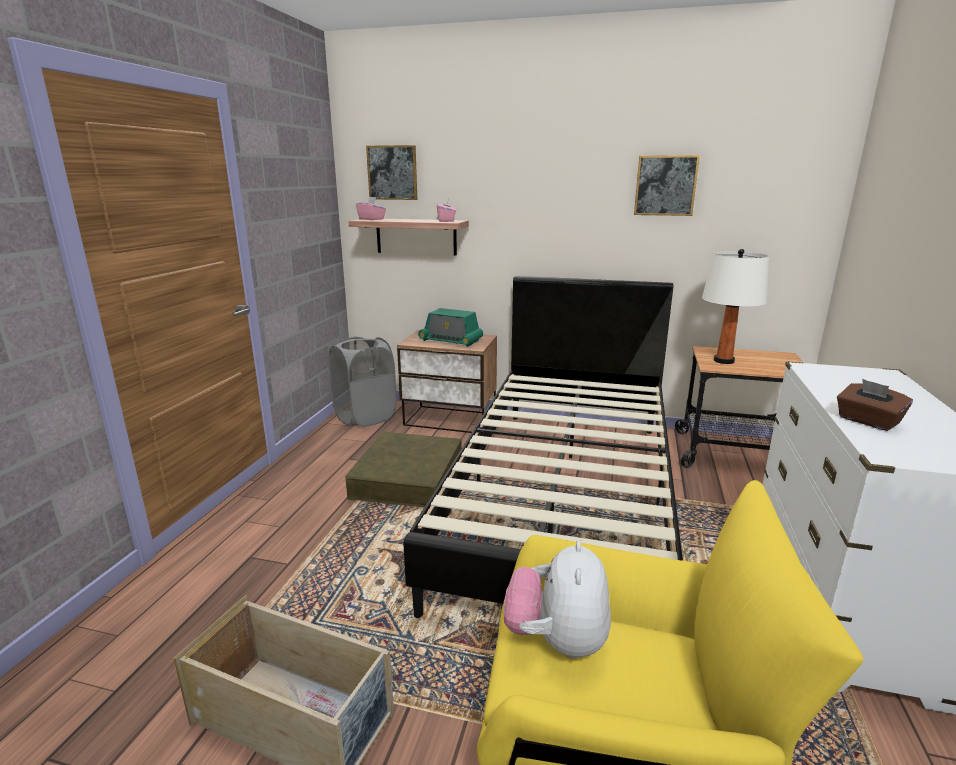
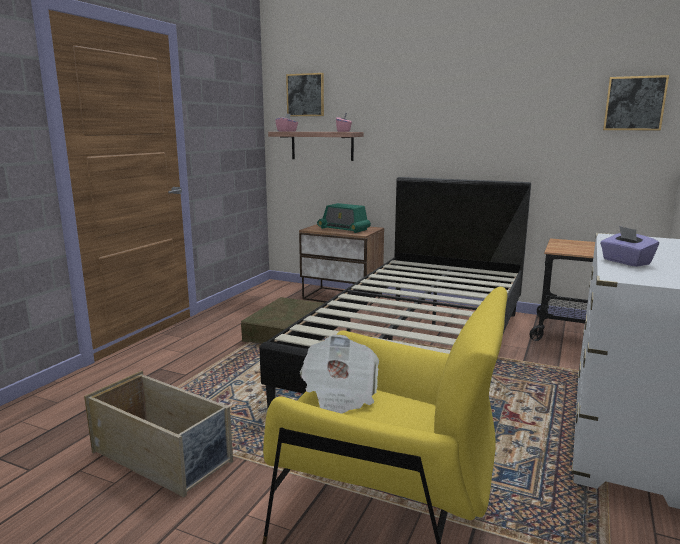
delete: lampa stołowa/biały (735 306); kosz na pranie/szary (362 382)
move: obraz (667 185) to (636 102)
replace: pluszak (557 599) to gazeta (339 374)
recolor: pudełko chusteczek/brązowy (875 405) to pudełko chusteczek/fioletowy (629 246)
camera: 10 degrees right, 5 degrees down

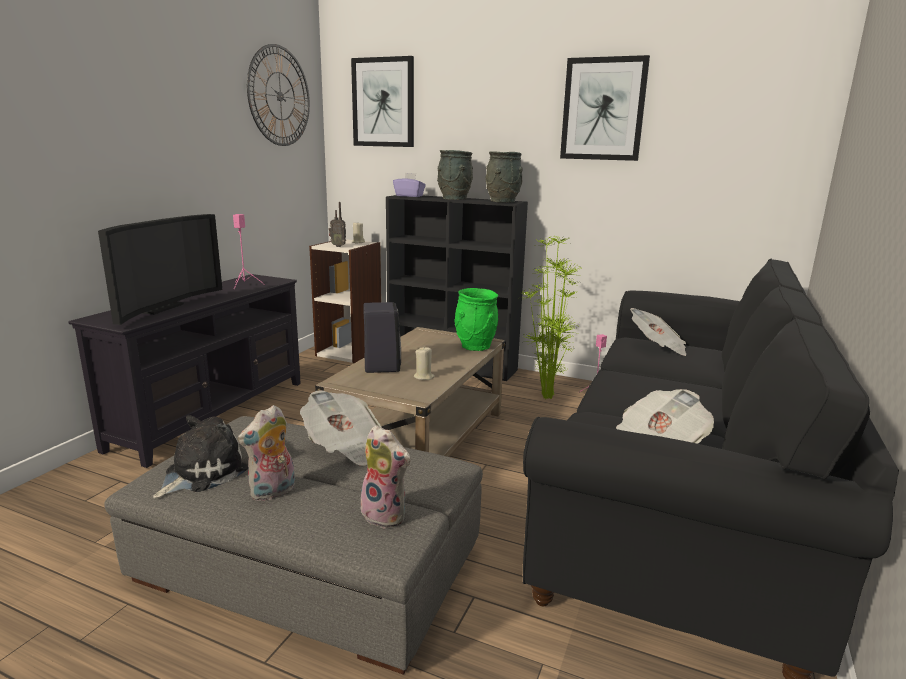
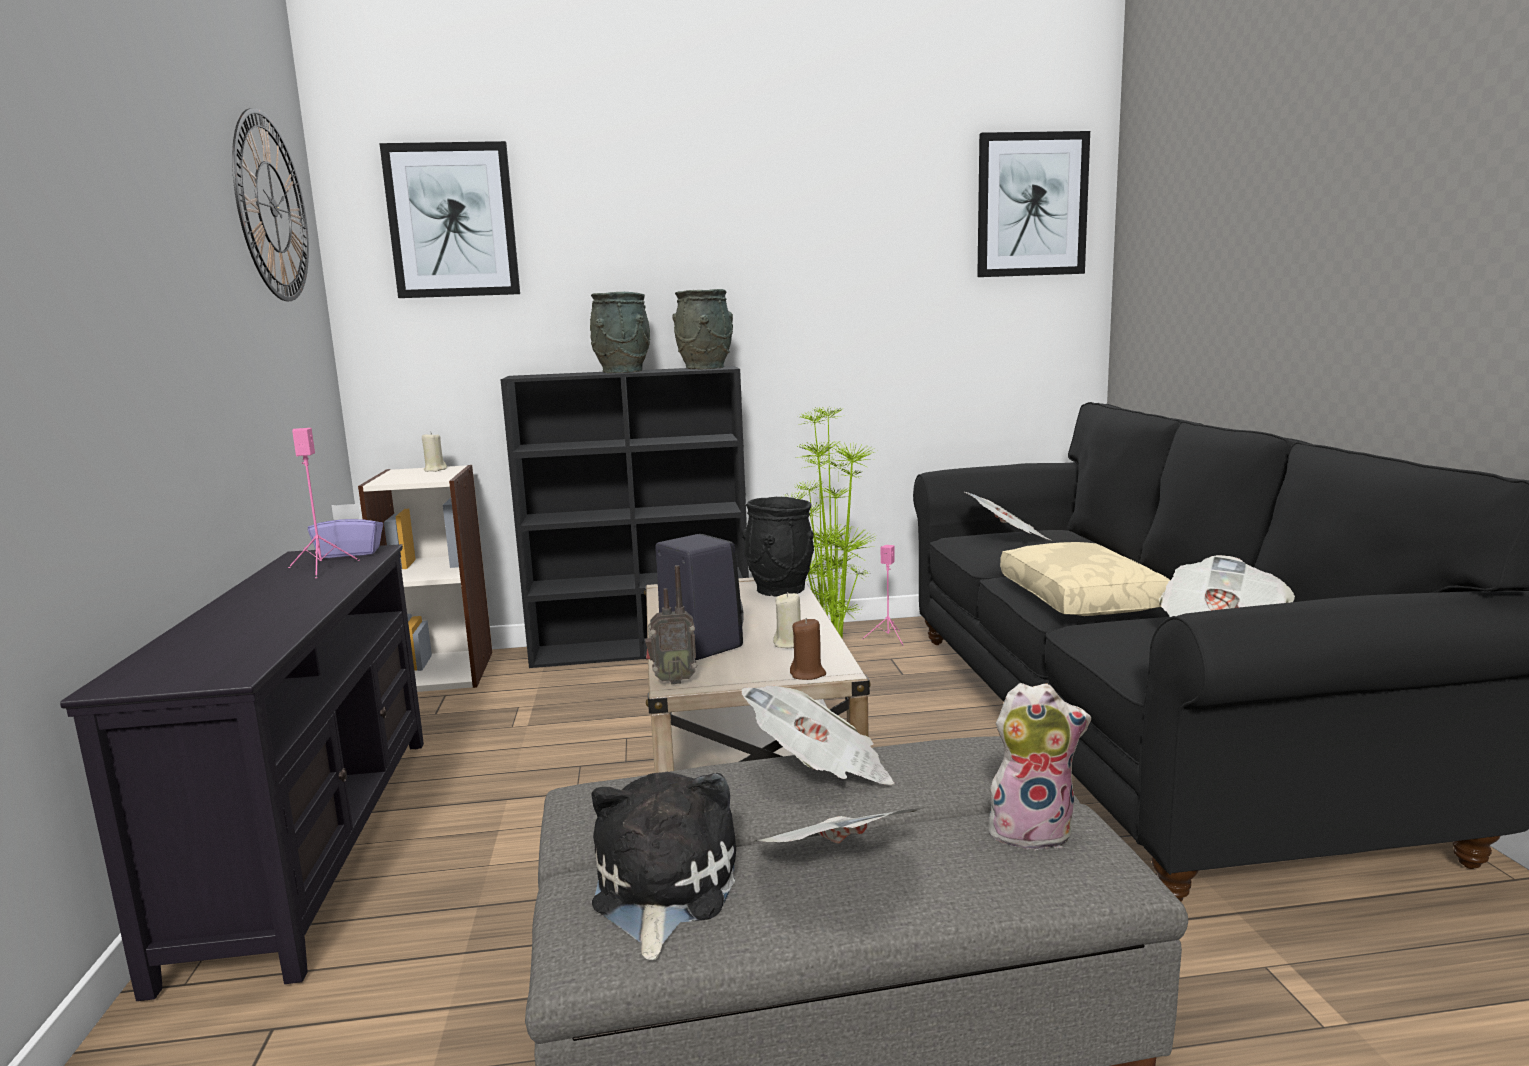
delete: telewizor (160 269)
insert: poduszka/beżowy (1085 579); świeca/brązowy (808 649)
move: obraz (605 108) to (1033 204); pudełko chusteczek/fioletowy (409 185) to (345 530); radio (337 224) to (671 624)
replace: pluszak (266 453) to gazeta (836 825)
recolor: wazon/zielony (476 319) to wazon/czarny (778 547)
camera: 30 degrees left, 5 degrees down

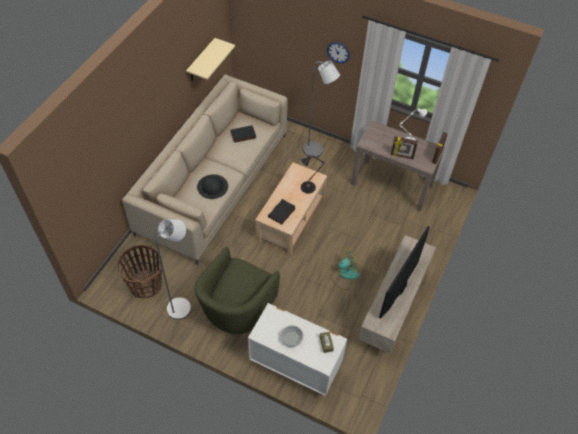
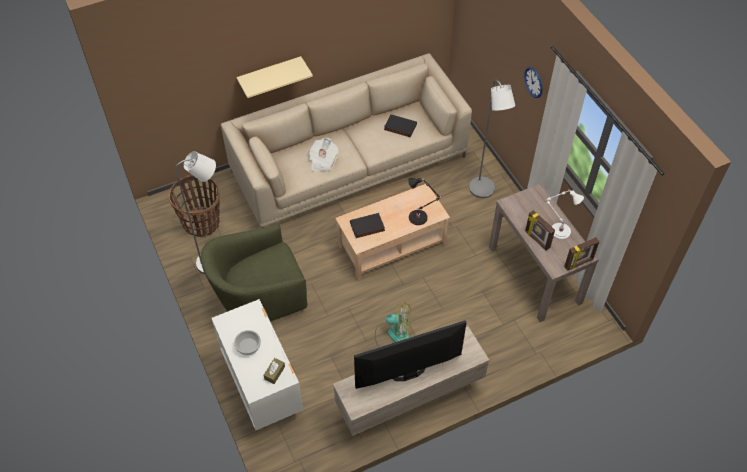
move: półka/beżowy (210 59) to (275 77)
replace: kapelusz/czarny (212 186) to gazeta (324 154)
camera: 40 degrees right, 0 degrees up

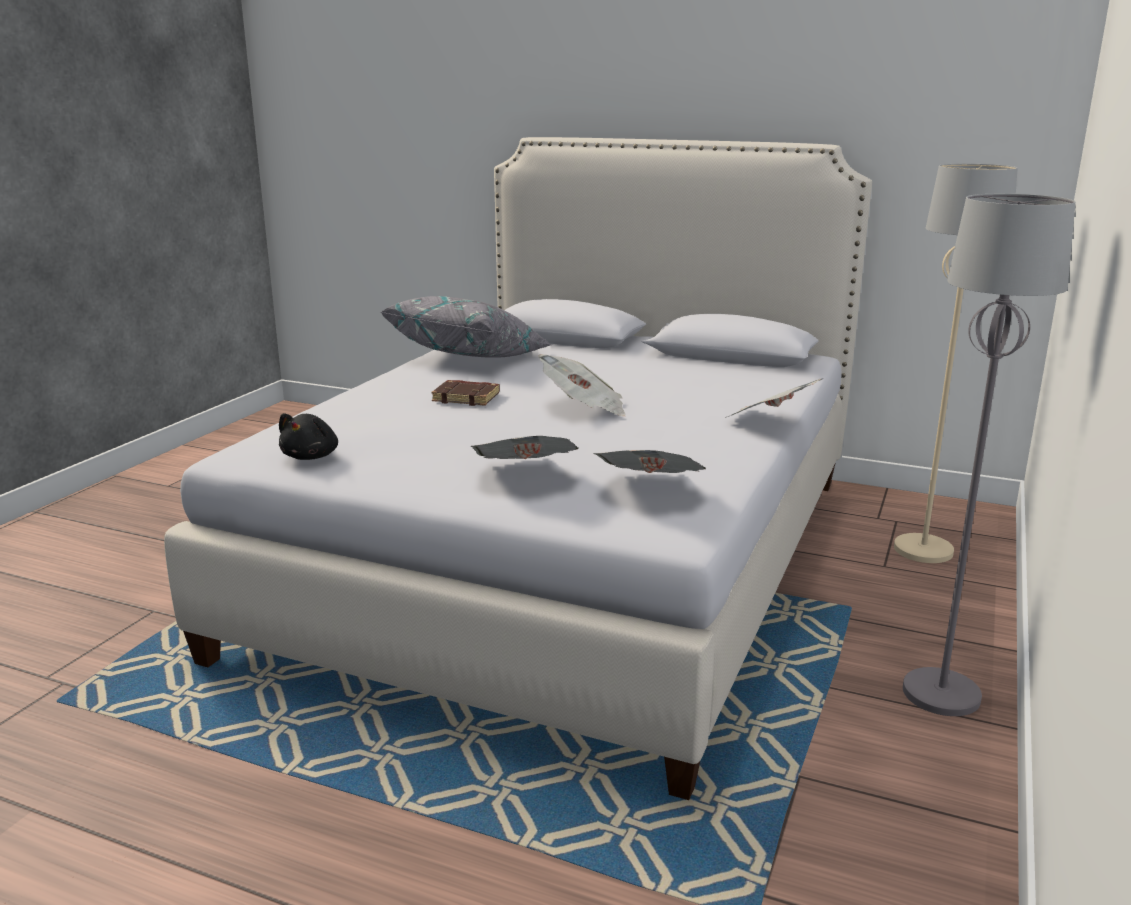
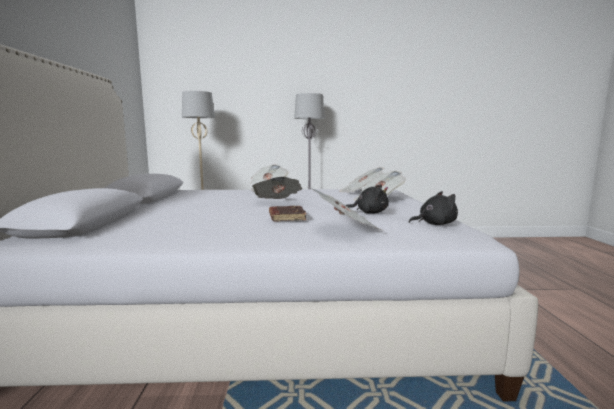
delete: poduszka/szary (466 327)
insert: pluszak/czarny (367 199); gazeta (344 208)
camera: 115 degrees left, 10 degrees down

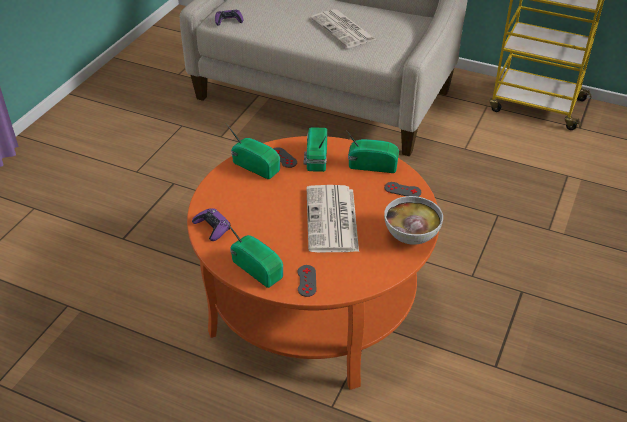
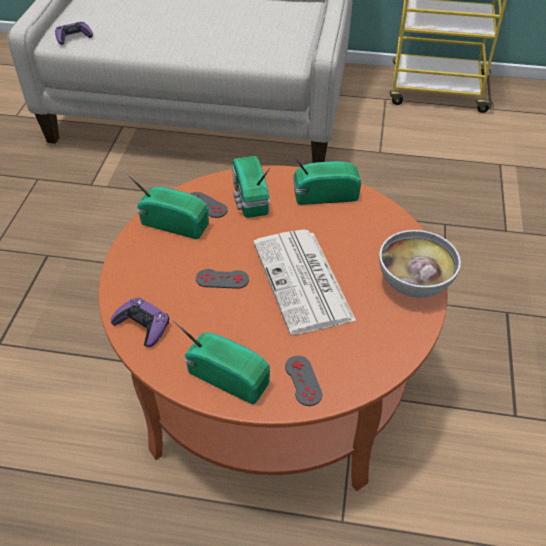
delete: gazeta (343 28)
move: pad do gier/szary (402 189) to (222 279)
camera: 15 degrees left, 5 degrees up

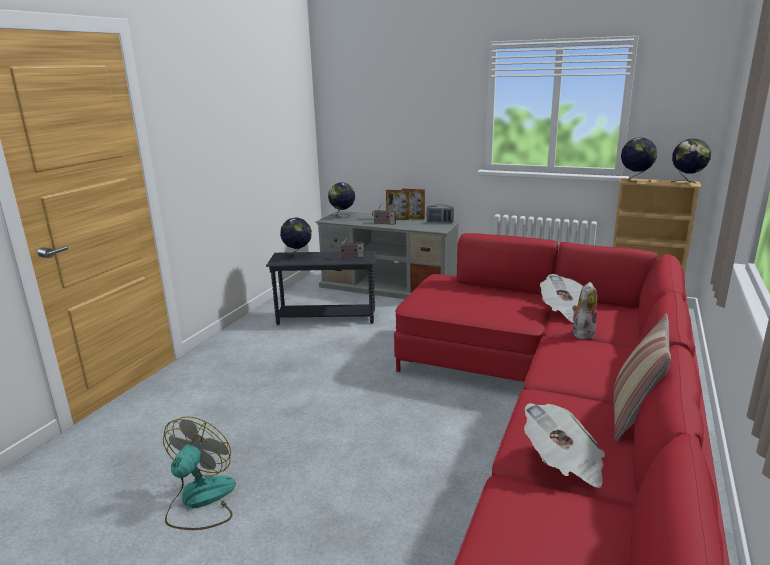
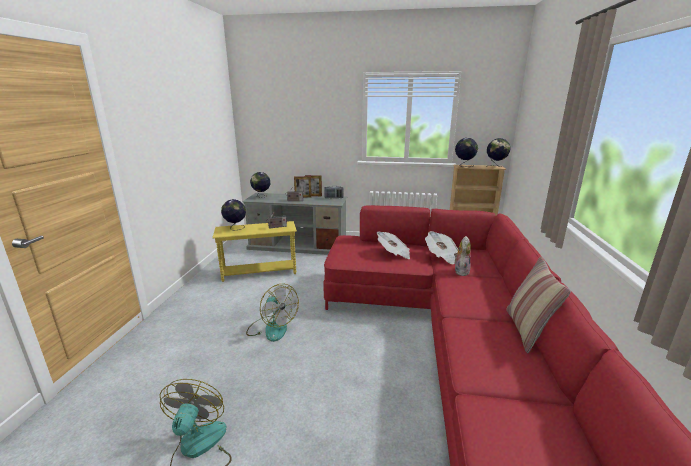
insert: wentylator (272 313)
move: gazeta (564 445) to (393 245)
recolor: stolik/szary (321 288) to stolik/żółty (254 251)
camera: 15 degrees left, 0 degrees up

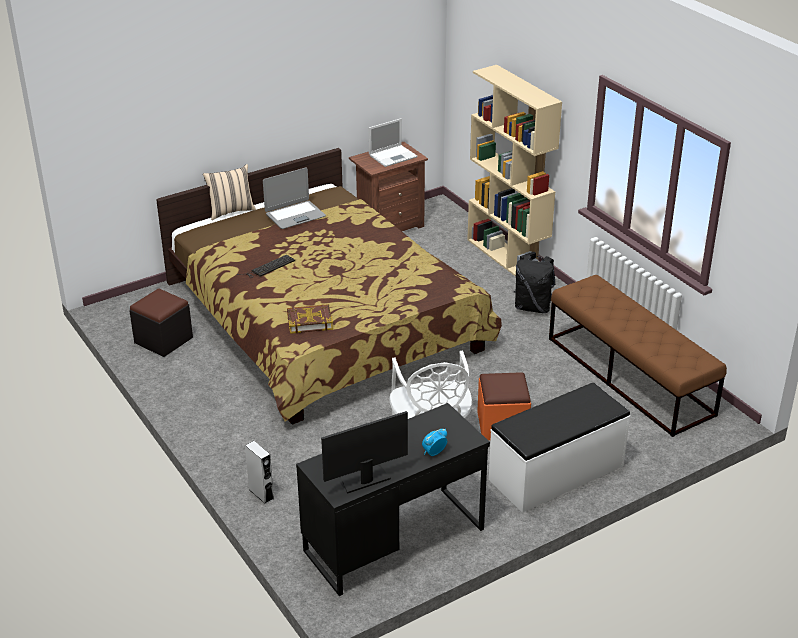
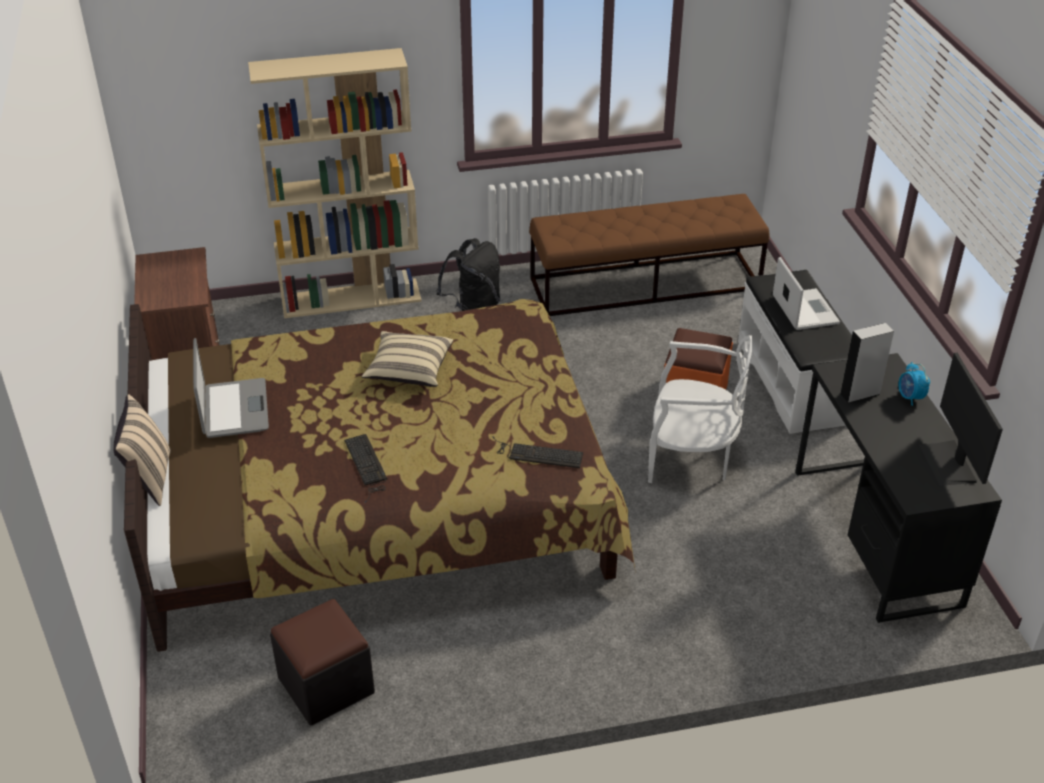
insert: poduszka/beżowy (407 359)
move: laptop (393 142) to (806 293); głośnik/szary (259 472) to (867 363)
replace: książka (310 319) to klawiatura (537 452)
camera: 70 degrees left, 5 degrees up

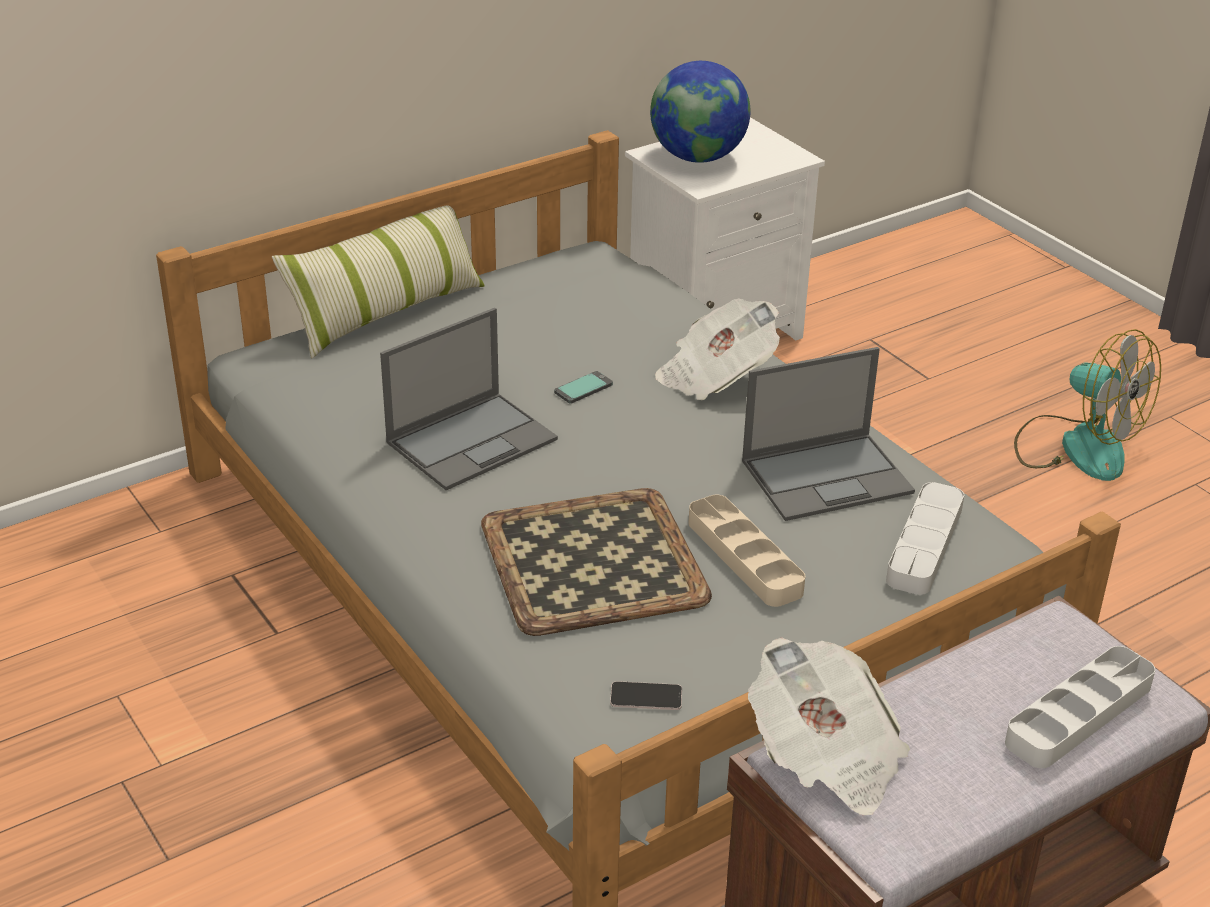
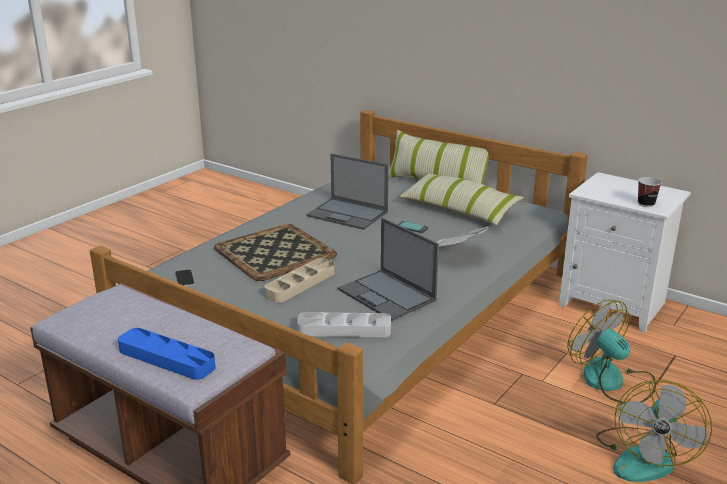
delete: globus (700 112); gazeta (829 726)
insert: poduszka (461 199); filiżanka (650 192); wentylator (611 351)
recolor: taca/szary (1080 707) to taca/niebieski (166 354)
camera: 70 degrees right, 10 degrees down

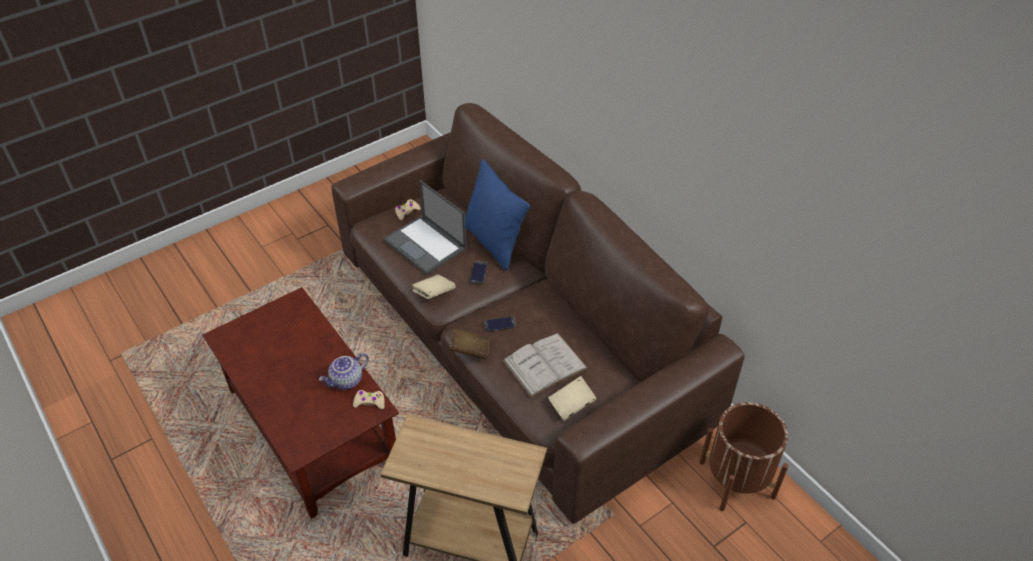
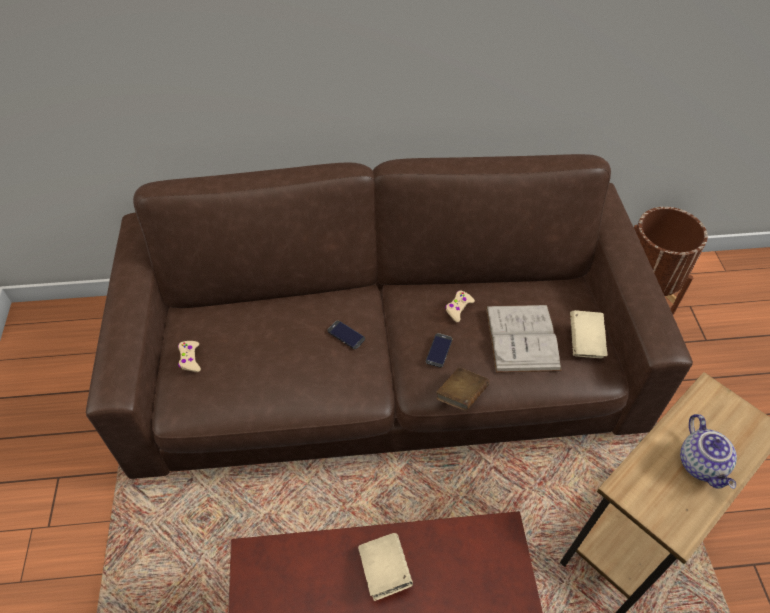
delete: poduszka/niebieski (497 215); laptop (425 227)
move: książka/beżowy (433 286) to (385 567); imbryk (344 371) to (708 451); pad do gier/beżowy (369 399) to (460 306)
camera: 60 degrees left, 5 degrees up

